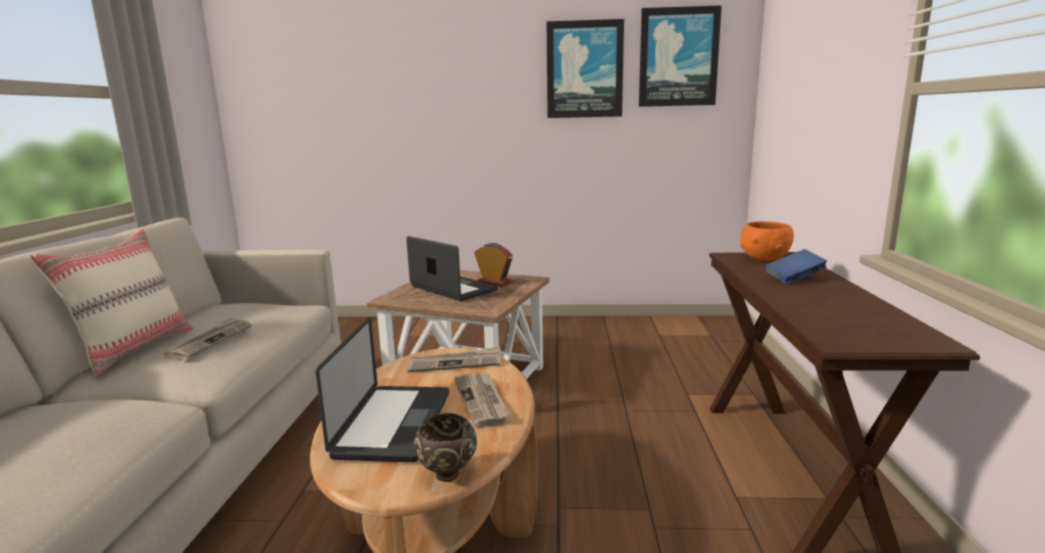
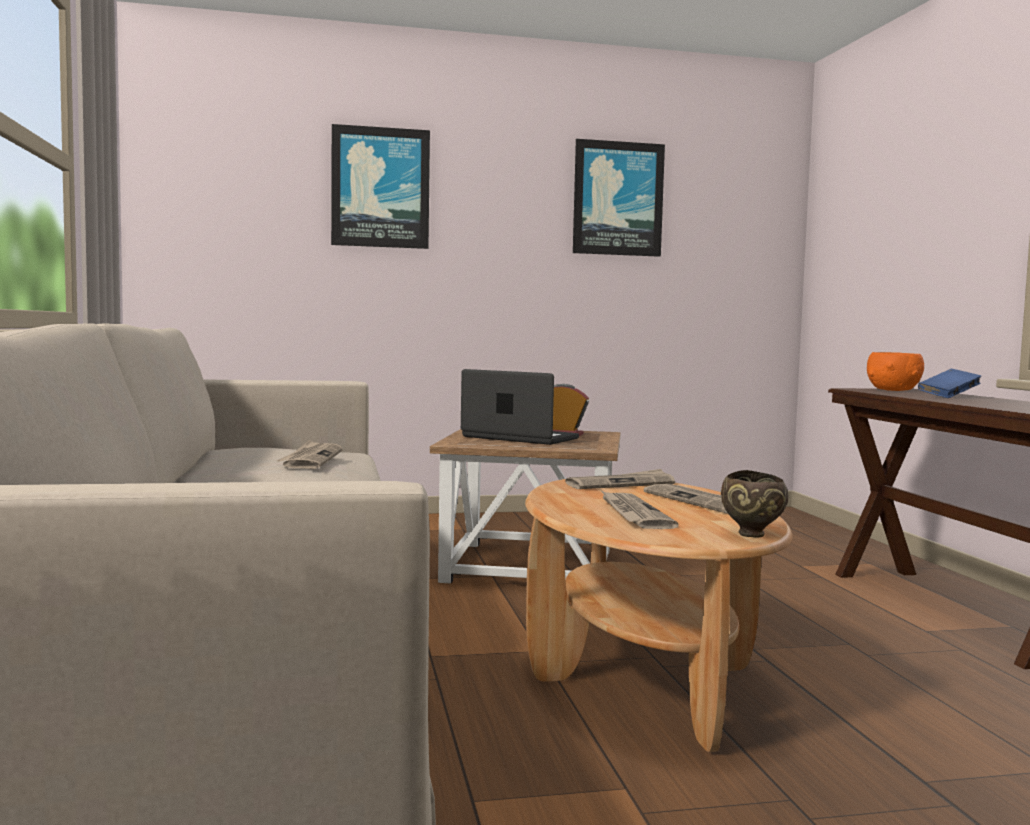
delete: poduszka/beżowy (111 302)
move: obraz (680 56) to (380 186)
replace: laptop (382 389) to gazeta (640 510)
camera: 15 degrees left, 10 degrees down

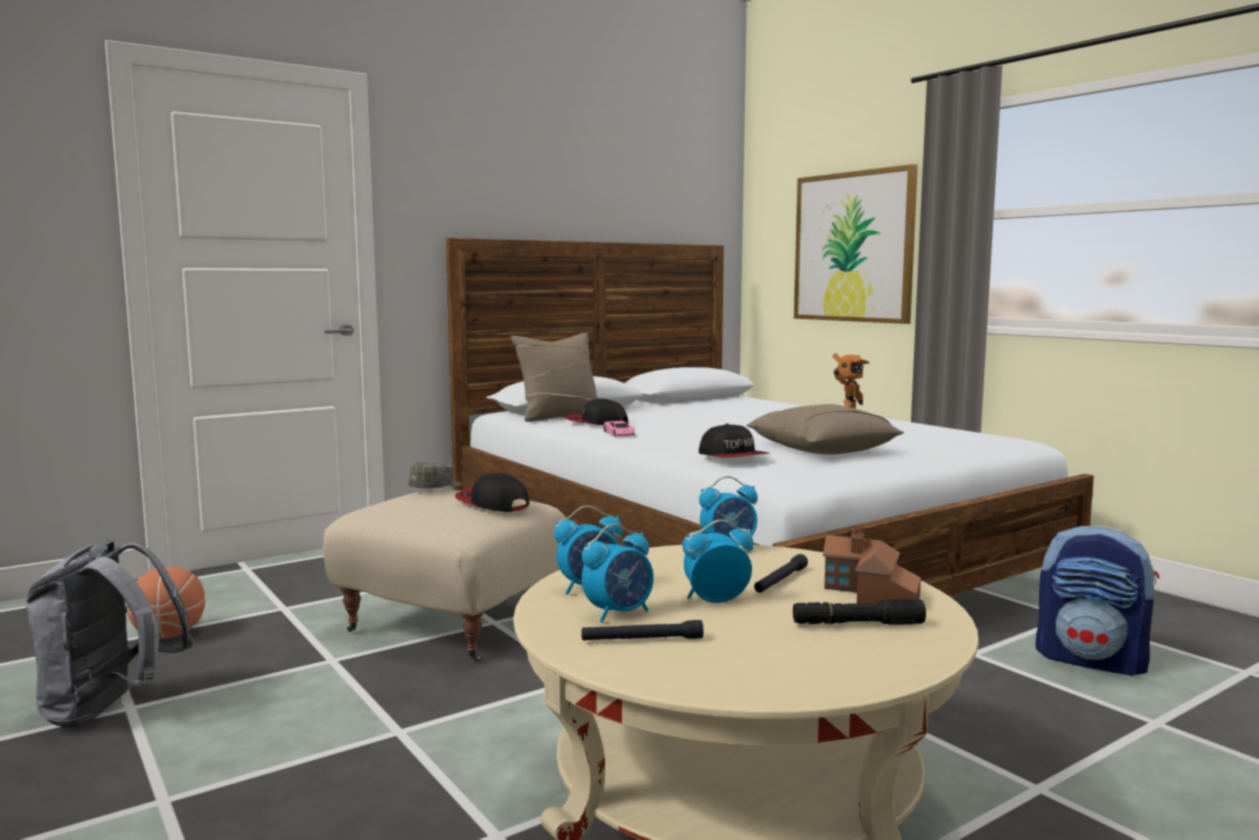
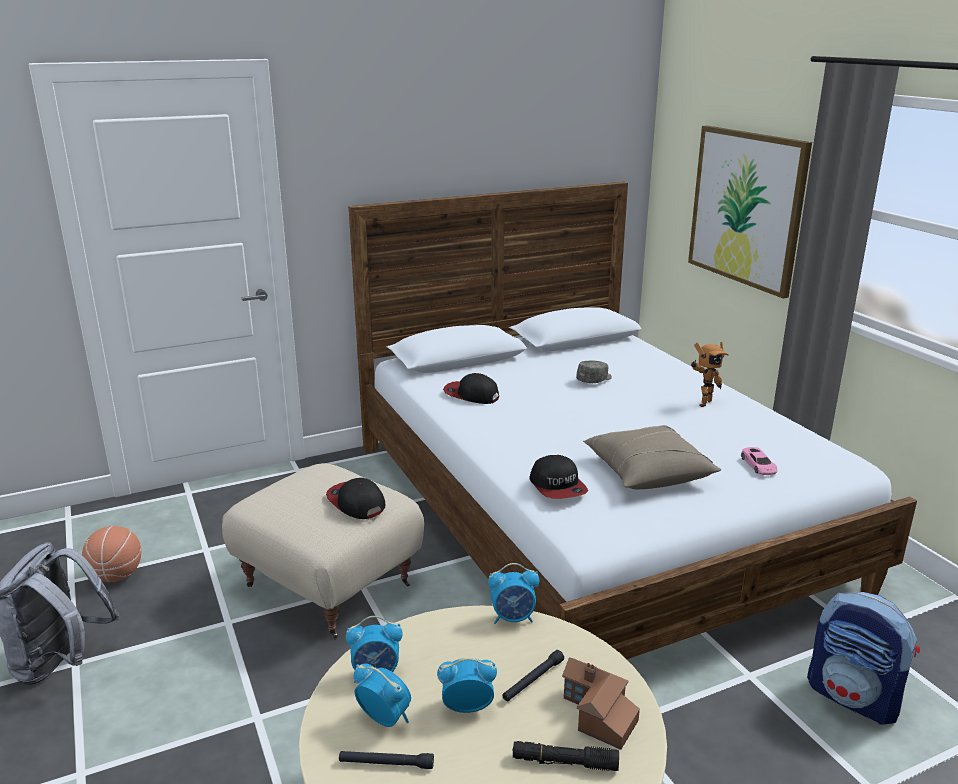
delete: poduszka/beżowy (554 377)
move: samochodzik/różowy (619 429) to (759 461); czapka z daszkiem/szary (435 475) to (594 372)
rotate: budzik (618 573) = (382 695) 120 degrees counterclockwise
camera: 10 degrees right, 15 degrees up

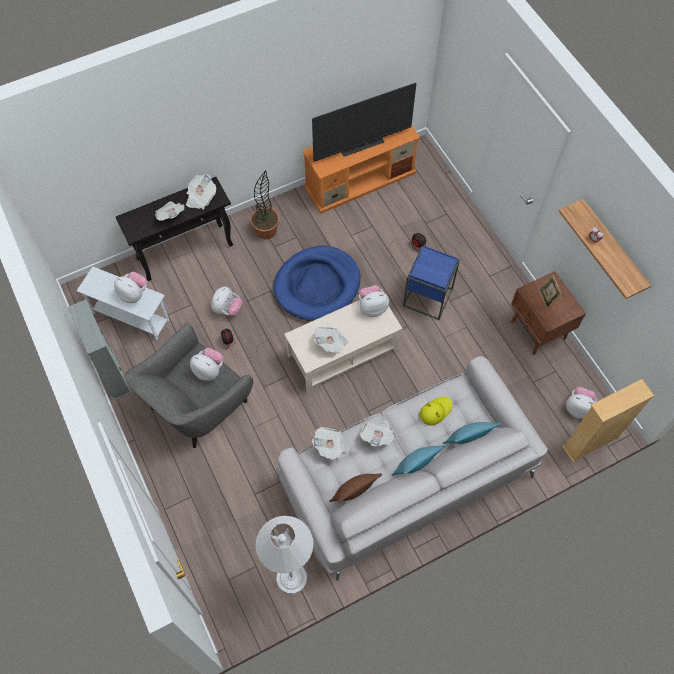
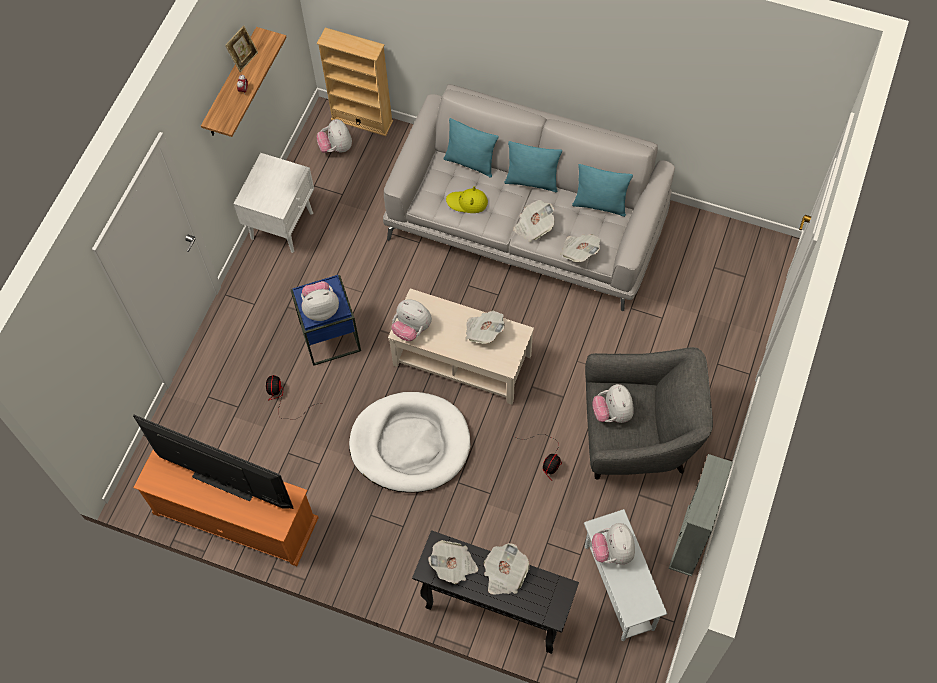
delete: roślina doniczkowa (265 204); lampa stojąca/biały (284 555)
move: ramka na zdjęcie (550 291) to (241 49); pluszak (227 301) to (320 301)
recolor: legowisko/niebieski (316 283) to legowisko/biały (409 442); szafka nocna/brązowy (548 313) to szafka nocna/biały (274 203); poduszka/brązowy (355 487) to poduszka/turkusowy (602 190)
camera: 130 degrees left, 0 degrees up

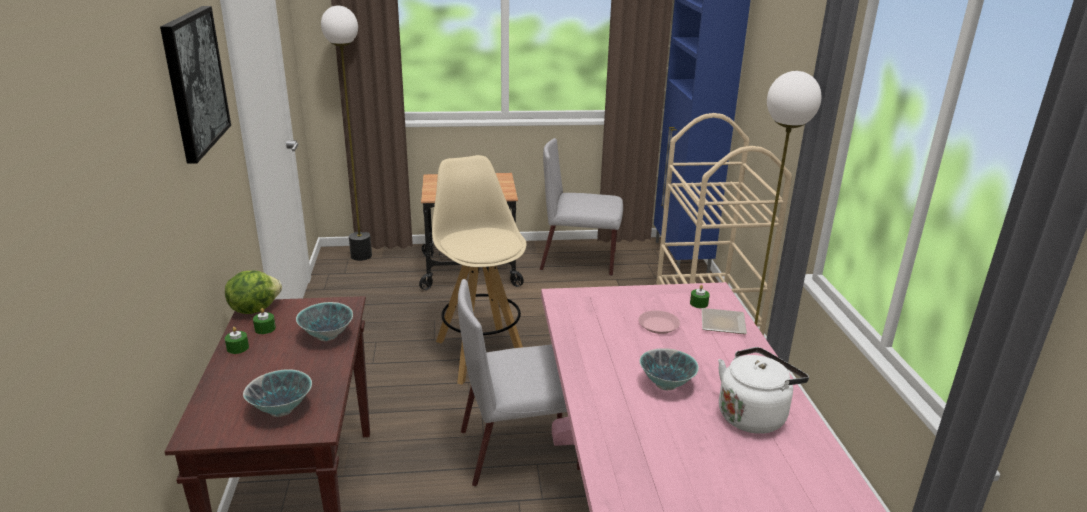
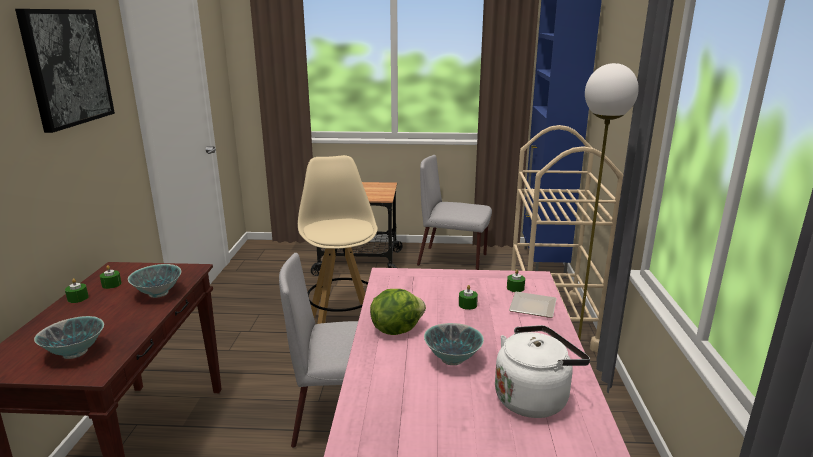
delete: lampa stojąca (346 133)
move: sałata (253 292) to (398 312)
replace: talerz/różowy (659 322) to świeca/zielony (468 297)
camera: 10 degrees right, 5 degrees down

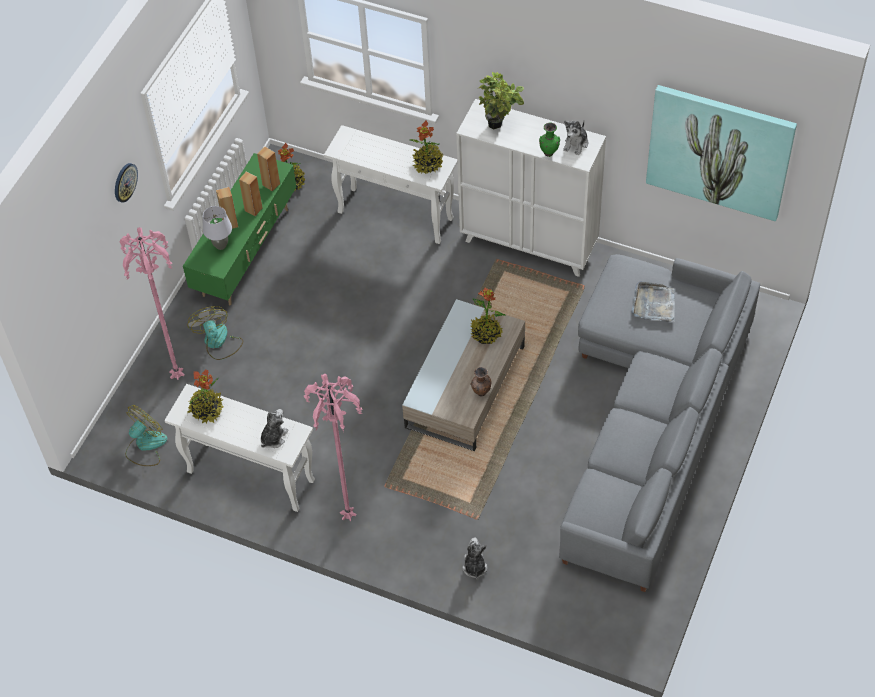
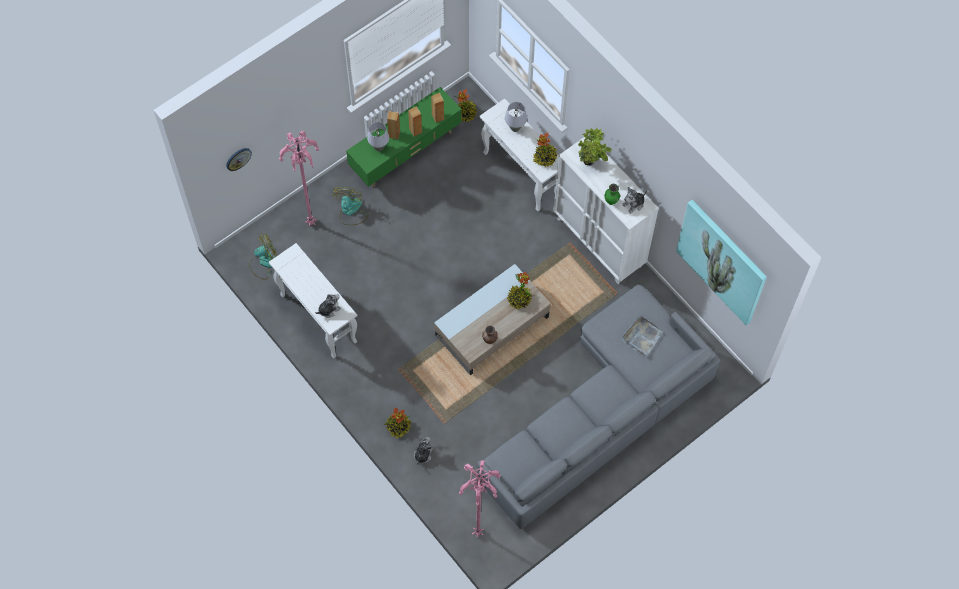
insert: lampa stołowa/szary (516 117)
move: zegar ścienny (126 183) to (239 159); roślina doniczkowa (205 396) to (397 423); lampa stojąca/różowy (333 447) to (480 499)
camera: 25 degrees right, 10 degrees up

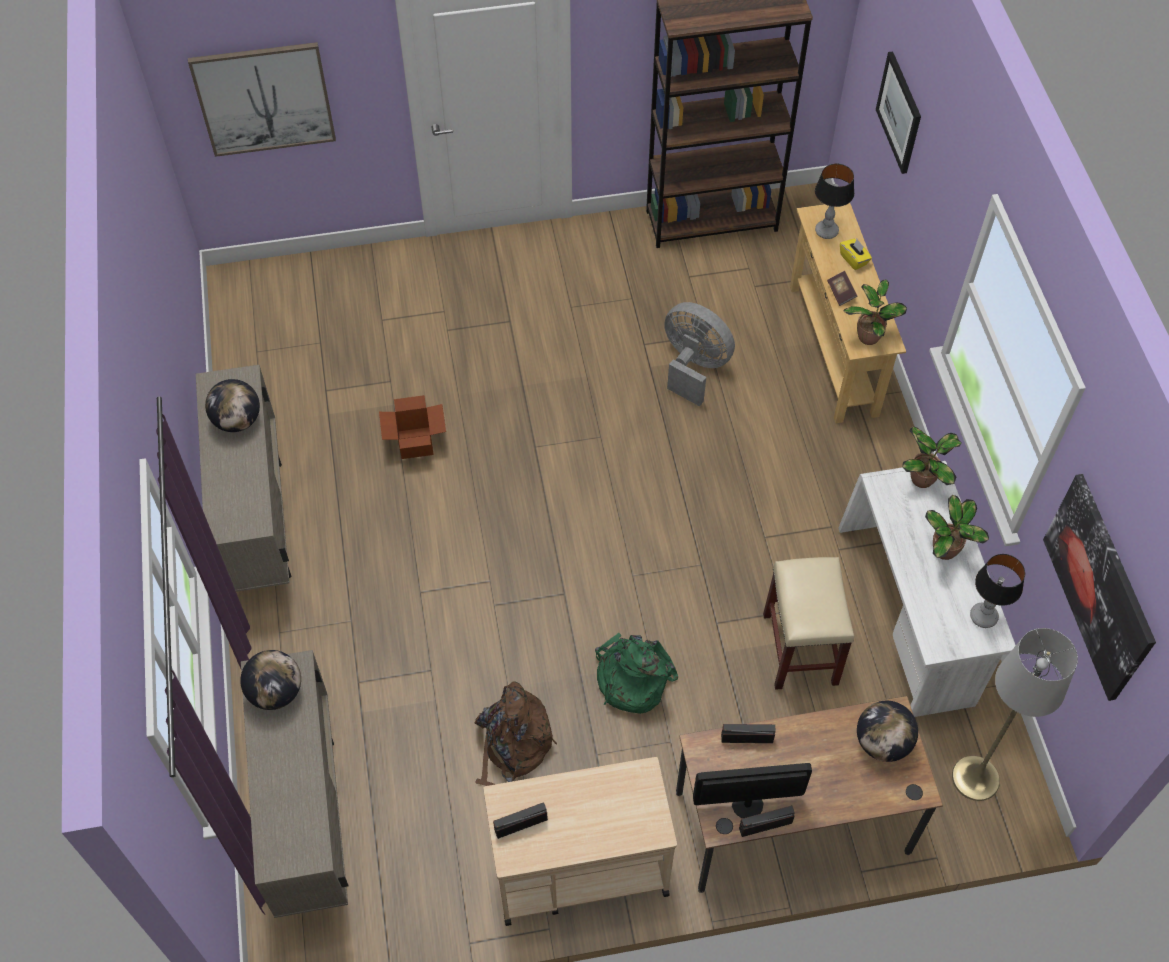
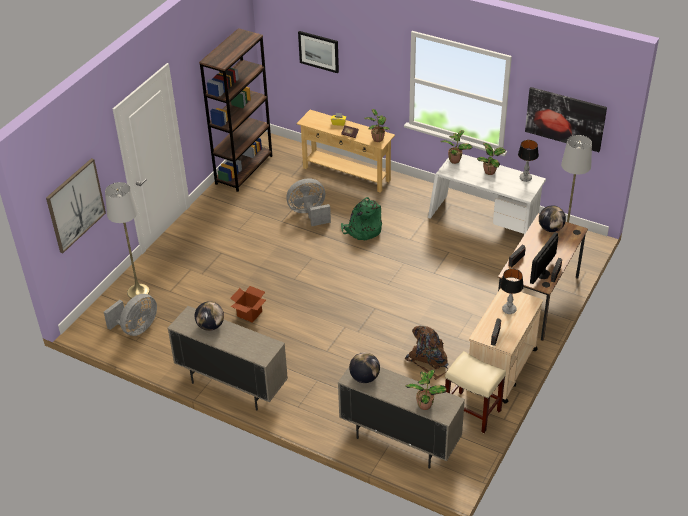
insert: lampa stojąca/szary (127 240); wentylator/szary (130 315); roślina doniczkowa (426 389)
move: lampa stołowa (834 201) to (512 291); stołek/beżowy (808 623) to (475 392); plecak/zielony (636 673) to (361 218)
camera: 50 degrees left, 15 degrees down

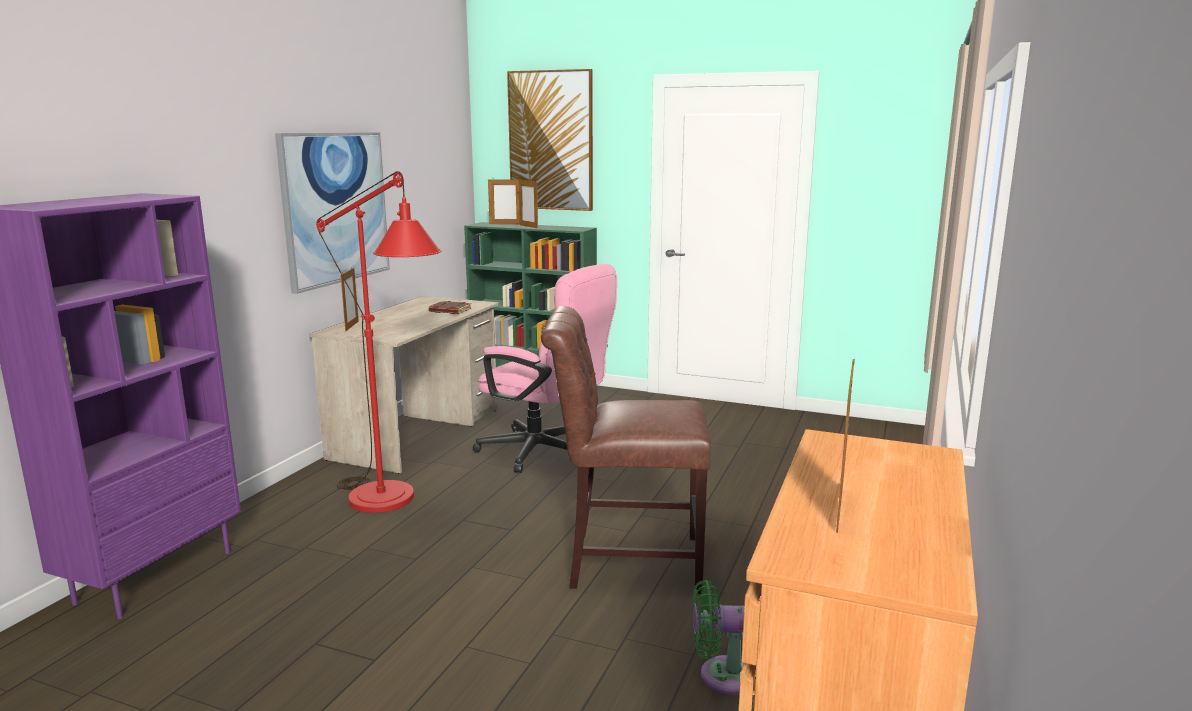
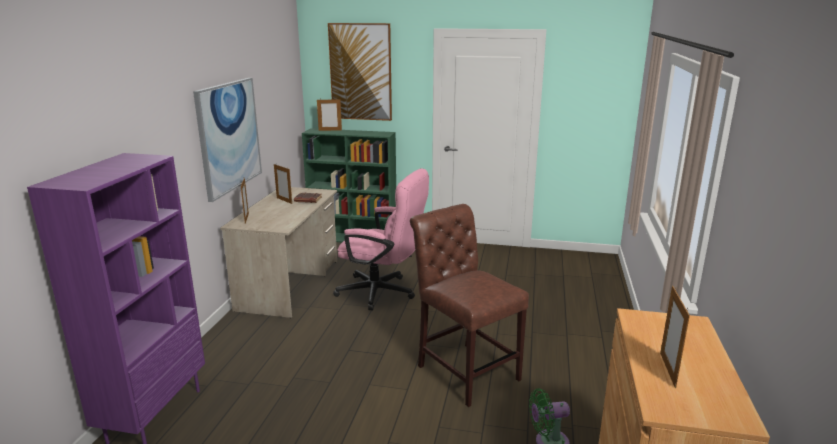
delete: lampa stojąca/czerwony (379 342)
move: ramka na zdjęcie (528 204) to (283 184)
rotate: krzesło/brązowy (626 450) = (469 305) 60 degrees clockwise
camera: 10 degrees left, 5 degrees up

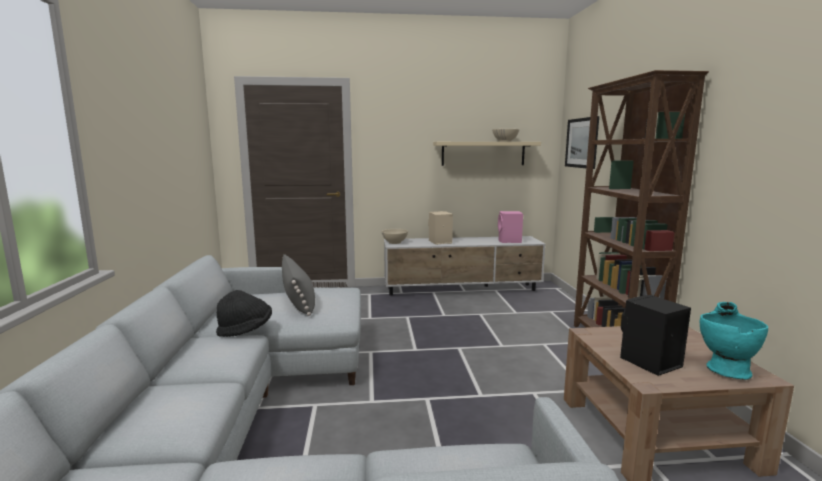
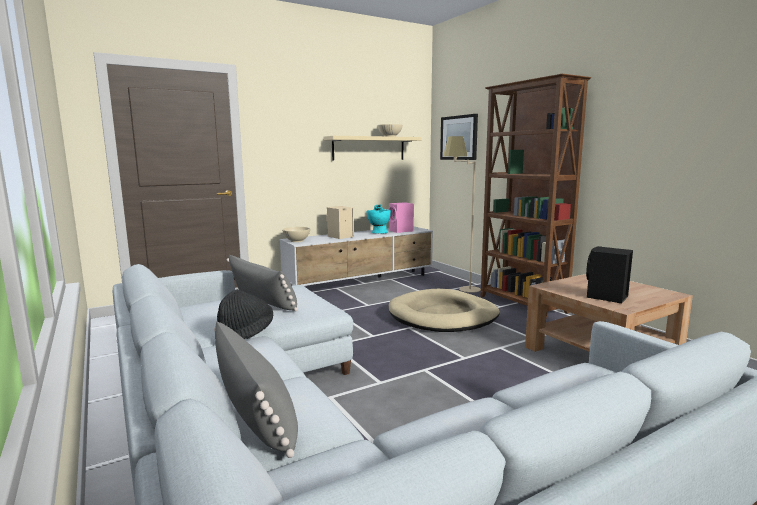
insert: lampa stojąca/beżowy (462 214); legowisko/beżowy (444 310); poduszka/szary (256 389)
move: wazon/turkusowy (734 341) to (379 219)
camera: 25 degrees left, 0 degrees up

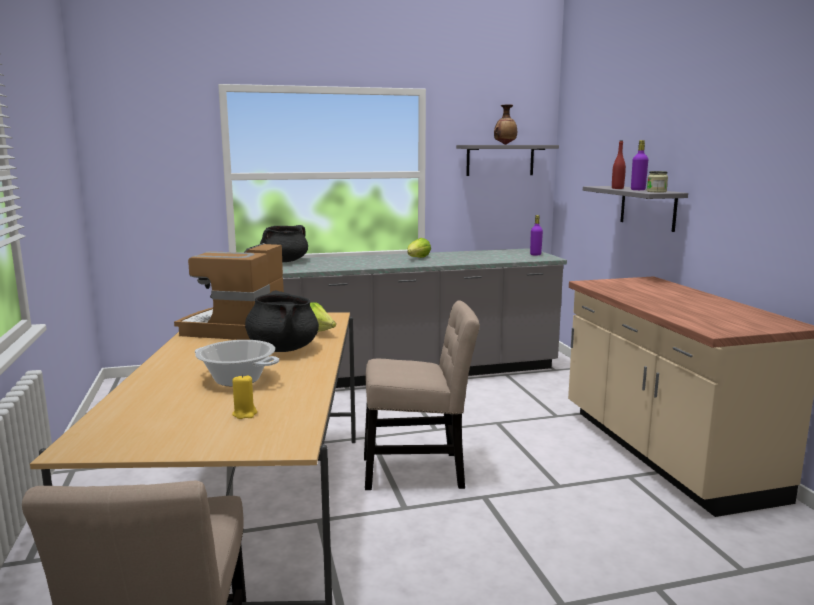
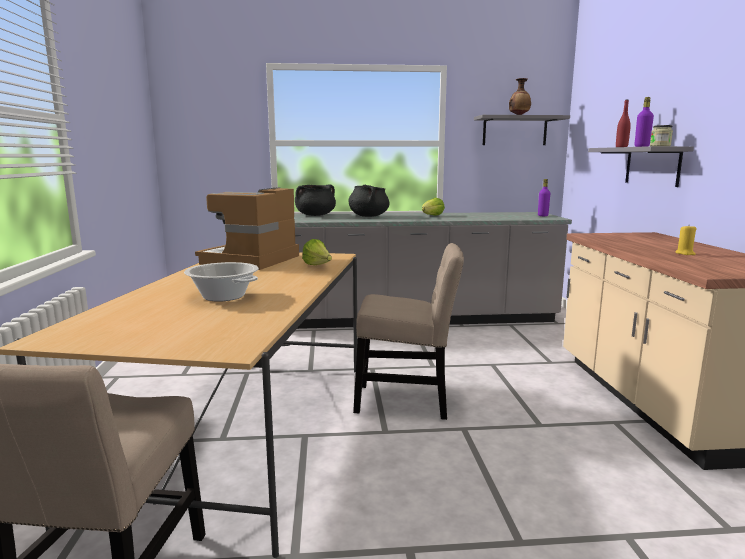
move: garnek/czarny (282 321) to (369 201); świeca/żółty (244 396) to (685 240)
camera: 10 degrees right, 0 degrees up

